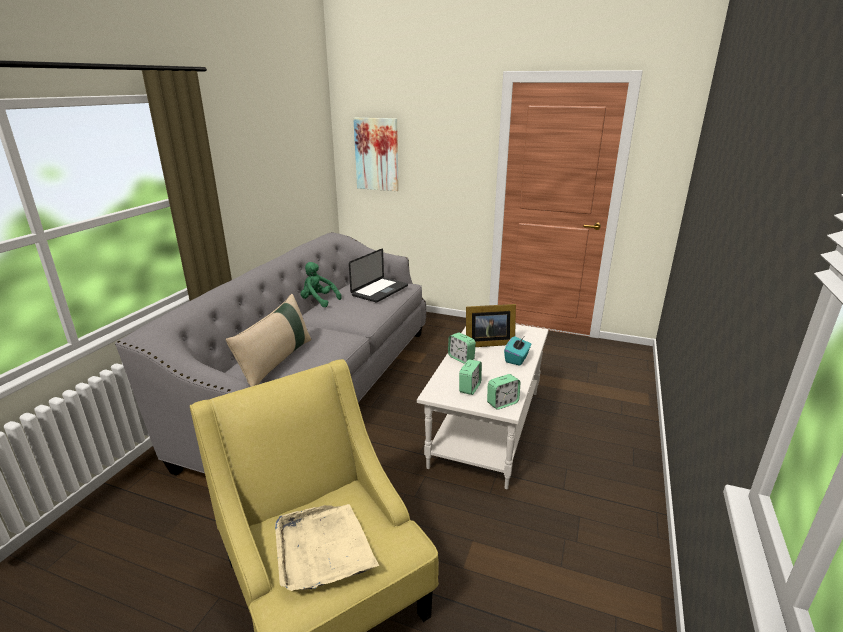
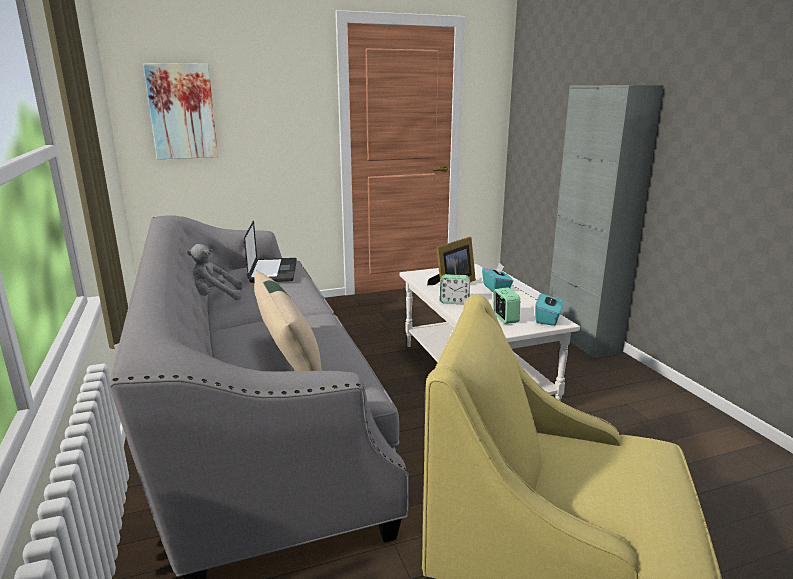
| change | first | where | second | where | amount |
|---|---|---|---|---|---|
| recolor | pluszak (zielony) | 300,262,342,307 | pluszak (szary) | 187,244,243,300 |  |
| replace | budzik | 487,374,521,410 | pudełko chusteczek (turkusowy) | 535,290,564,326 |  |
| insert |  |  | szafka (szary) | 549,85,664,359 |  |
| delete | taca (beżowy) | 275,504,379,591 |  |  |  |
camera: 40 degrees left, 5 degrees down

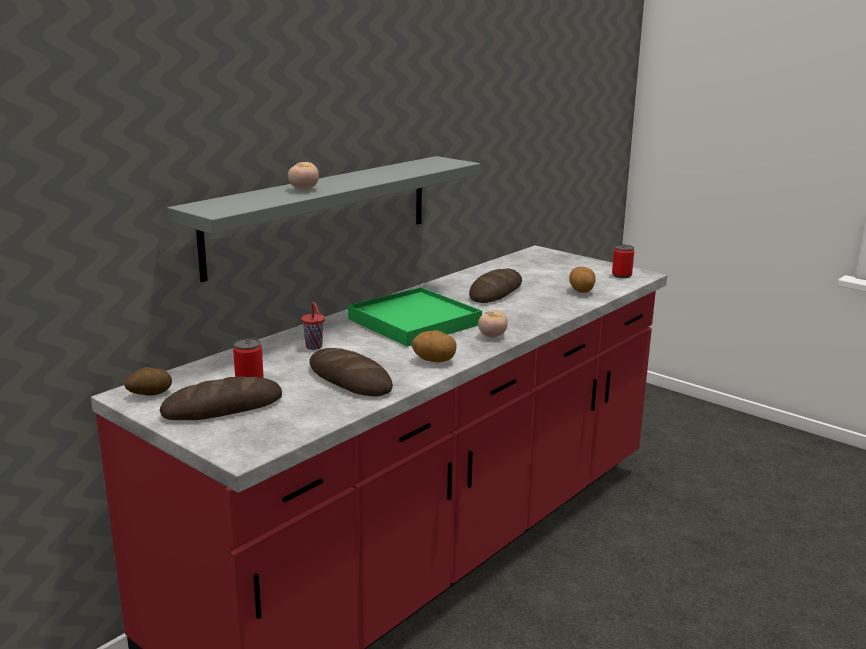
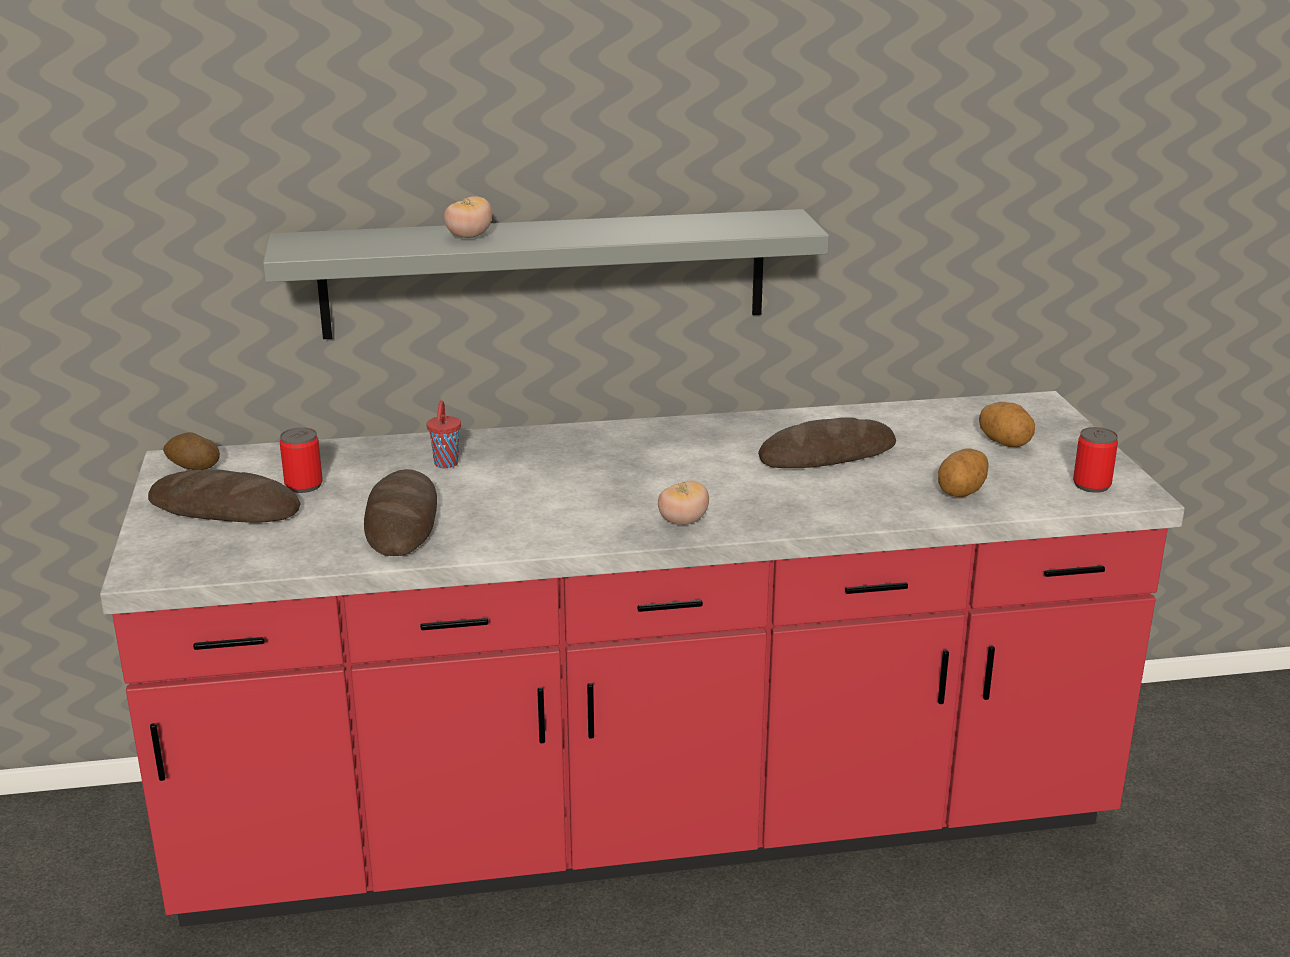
| change | first | where | second | where | amount |
|---|---|---|---|---|---|
| move | ziemniak | 411,330,457,363 |  | 979,402,1035,447 |  |
| delete | taca (zielony) | 348,287,482,347 |  |  |  |
camera: 40 degrees right, 5 degrees up

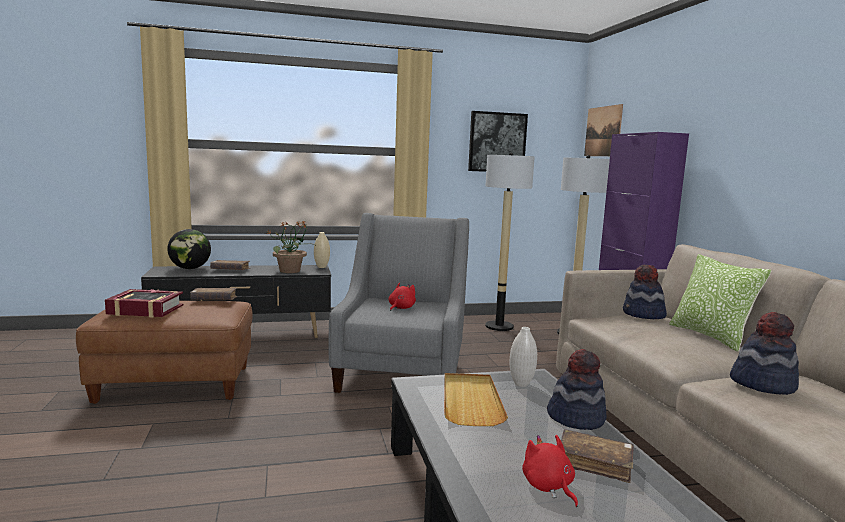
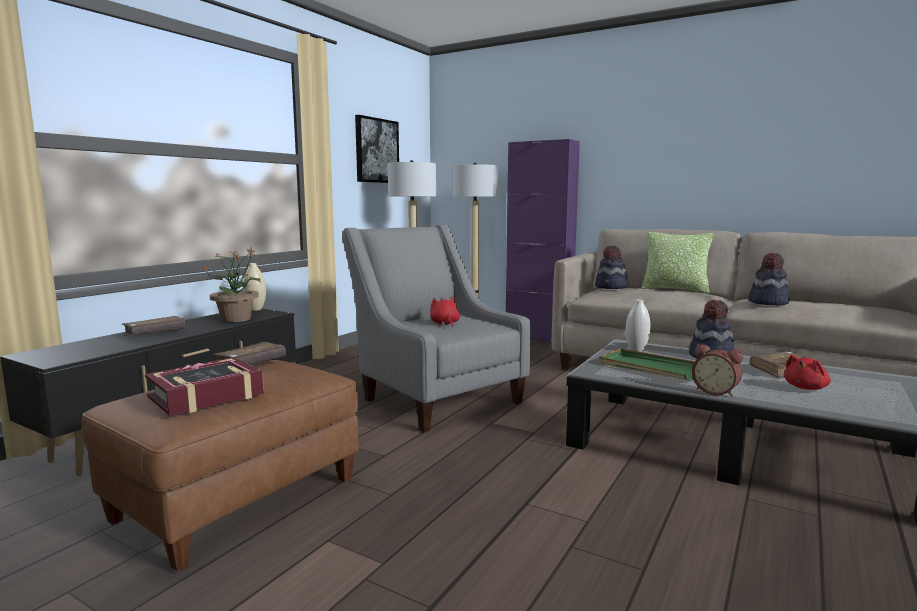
| change | first | where | second | where | amount |
|---|---|---|---|---|---|
| recolor | taca (beżowy) | 444,373,508,426 | taca (zielony) | 599,349,695,381 |  |
| insert |  |  | budzik | 692,344,743,397 |  |
| rotate | pluszak (czerwony) | 522,435,578,507 |  | 784,355,831,390 | 60 degrees counterclockwise |
| delete | globus | 167,229,211,269 |  |  |  |
| delete | obraz | 584,104,623,156 |  |  |  |
camera: 45 degrees left, 0 degrees up

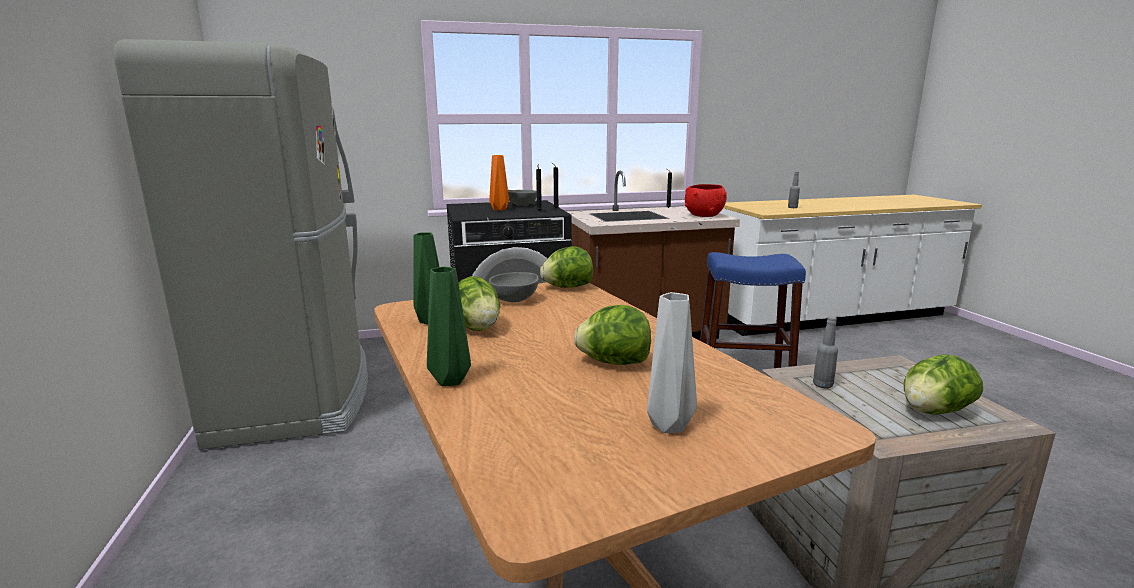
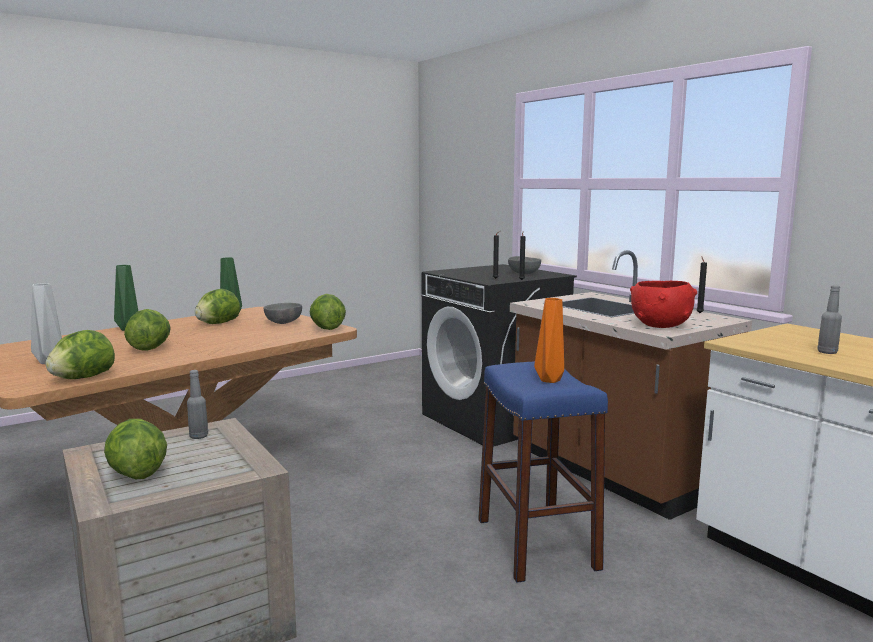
| change | first | where | second | where | amount |
|---|---|---|---|---|---|
| insert |  |  | sałata | 46,330,115,379 |  |
| move | wazon (pomarańczowy) | 489,155,509,211 |  | 534,298,564,383 |  |
| delete | lodówka (szary) | 114,39,368,450 |  |  |  |
camera: 70 degrees right, 5 degrees down

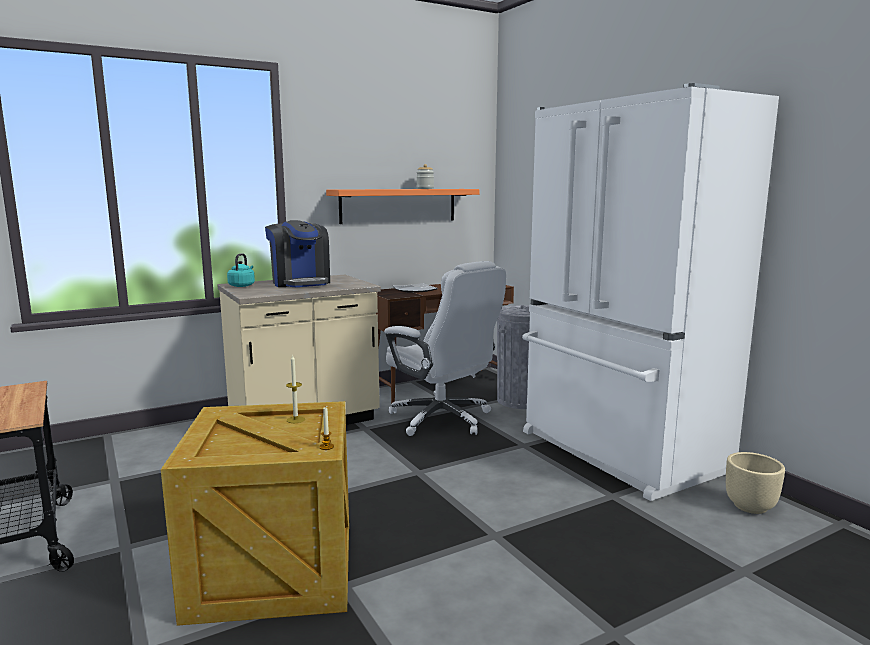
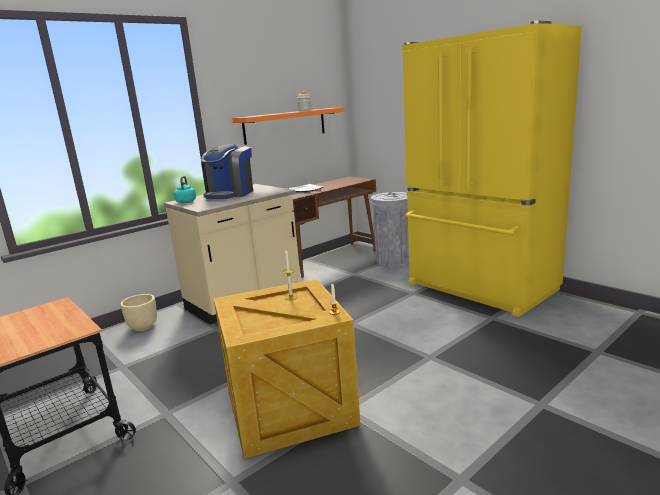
| change | first | where | second | where | amount |
|---|---|---|---|---|---|
| move | donica (beżowy) | 726,452,785,514 |  | 120,294,157,331 |  |
| rotate | ekspres do kawy | 265,220,330,287 |  | 201,144,253,199 | 60 degrees clockwise |
| recolor | lodówka (biały) | 522,83,779,501 | lodówka (żółty) | 402,20,582,317 |  |
| delete | krzesło biurowe (biały) | 384,261,506,436 |  |  |  |
camera: 10 degrees left, 5 degrees up

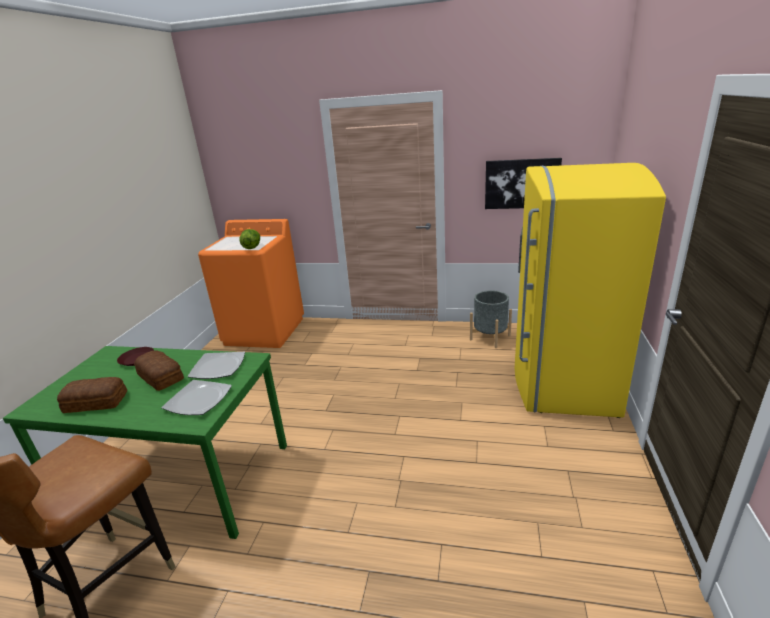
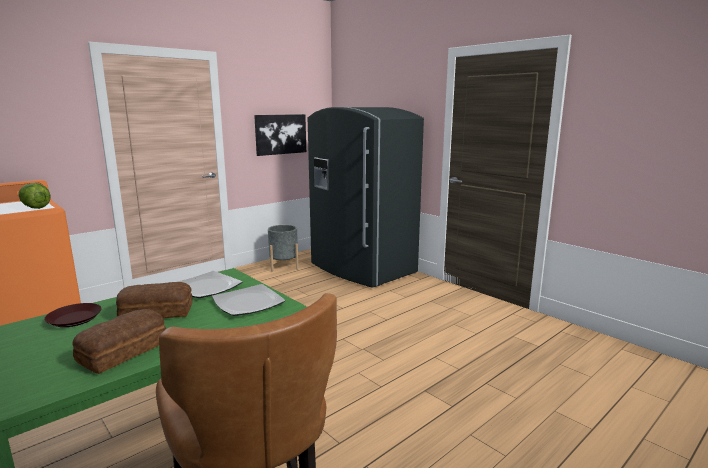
| change | first | where | second | where | amount |
|---|---|---|---|---|---|
| recolor | lodówka (żółty) | 515,163,666,418 | lodówka (szary) | 308,107,424,288 |  |
camera: 55 degrees left, 10 degrees down

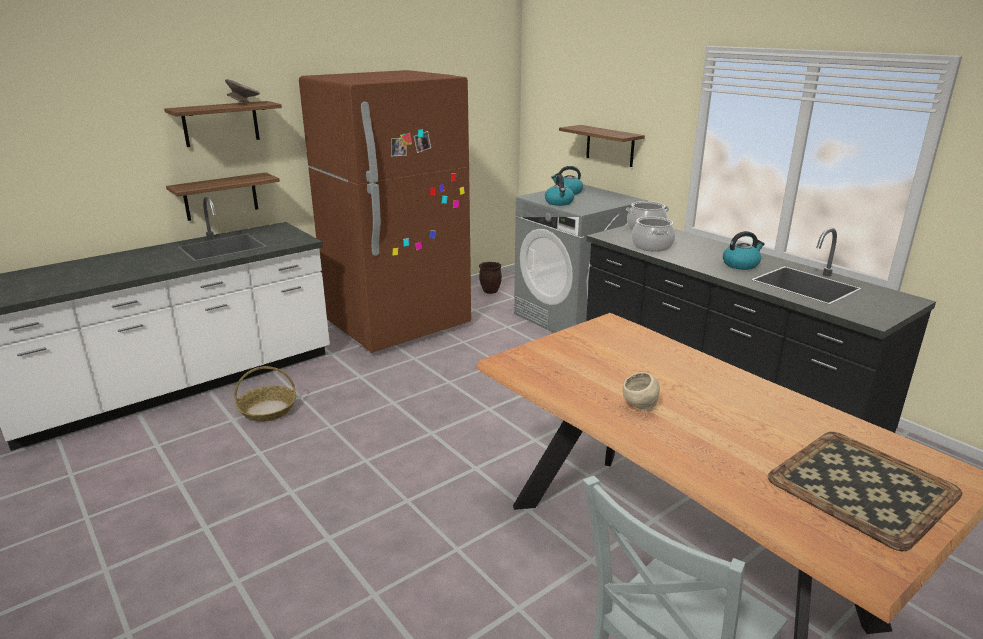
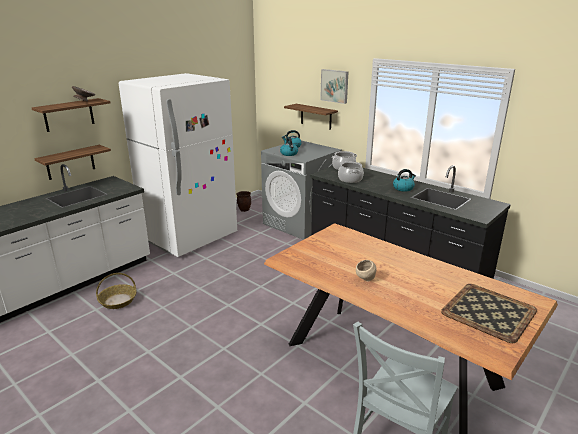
| change | first | where | second | where | amount |
|---|---|---|---|---|---|
| recolor | lodówka (brązowy) | 299,70,471,353 | lodówka (biały) | 119,73,237,257 |  |
| insert |  |  | obraz | 320,69,348,104 |  |
camera: 10 degrees left, 0 degrees up

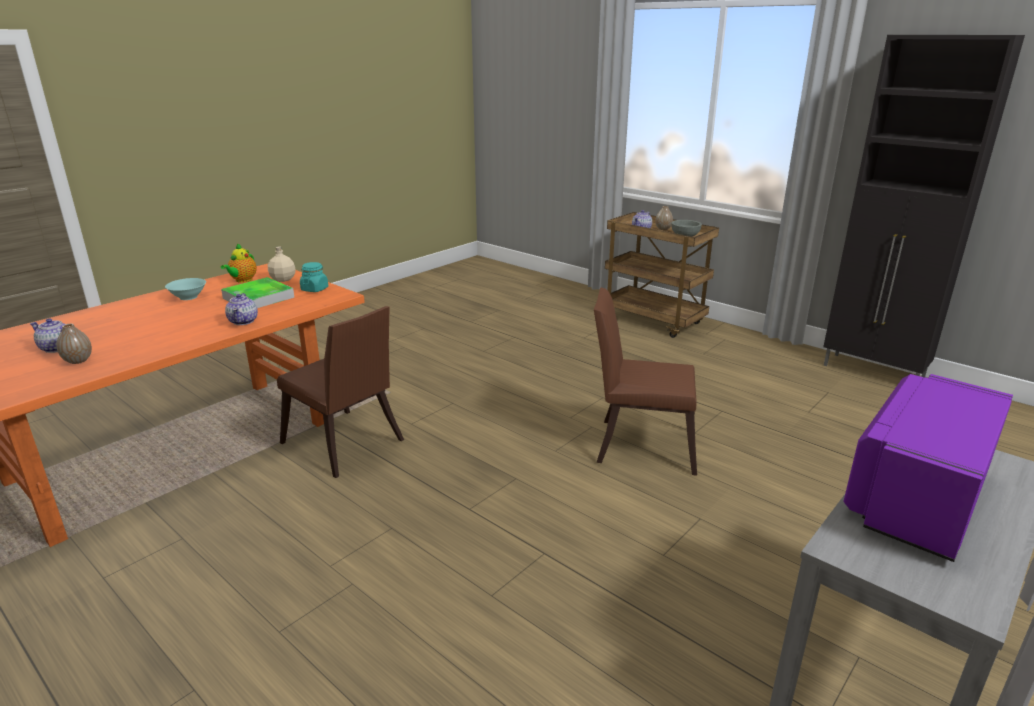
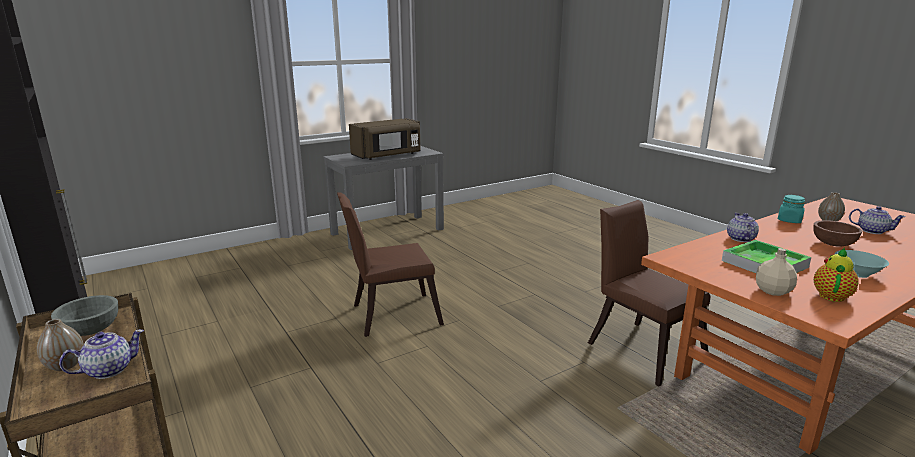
| change | first | where | second | where | amount |
|---|---|---|---|---|---|
| rotate | krzesło (brązowy) | 594,288,697,476 |  | 337,192,444,337 | 135 degrees clockwise |
| recolor | mikrofalówka (fioletowy) | 843,374,1013,562 | mikrofalówka (brązowy) | 349,118,421,160 |  |
| move | słoik (turkusowy) | 300,262,328,292 |  | 778,195,805,223 |  |
| insert |  |  | miska (brązowy) | 813,220,862,247 |  |
camera: 165 degrees left, 5 degrees down

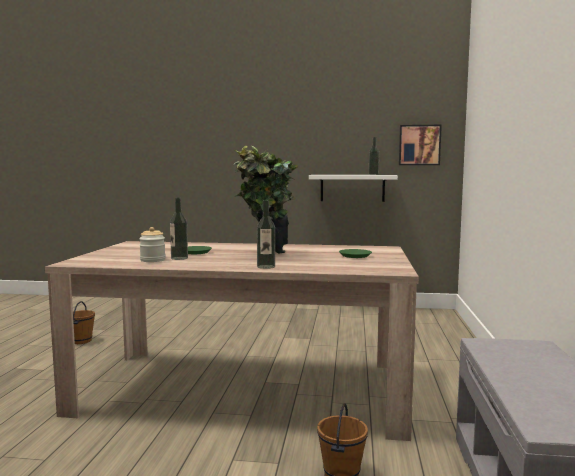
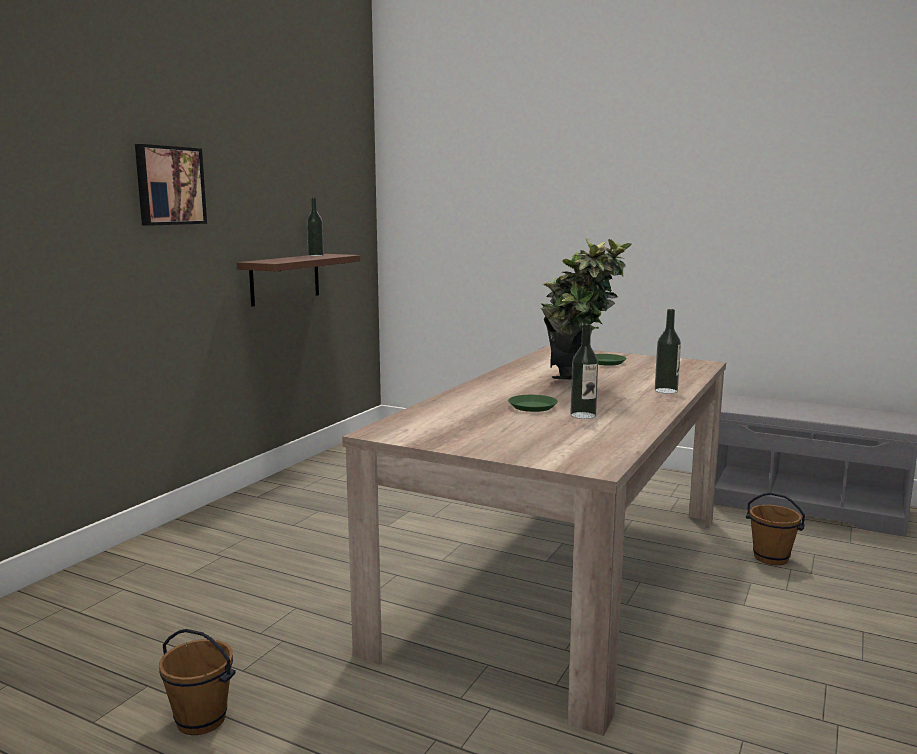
| change | first | where | second | where | amount |
|---|---|---|---|---|---|
| move | obraz | 399,125,442,165 |  | 135,144,207,226 |  |
| recolor | półka (biały) | 309,175,398,202 | półka (brązowy) | 237,254,360,306 |  |
| delete | słoik | 139,227,166,262 |  |  |  |
camera: 70 degrees left, 5 degrees up

